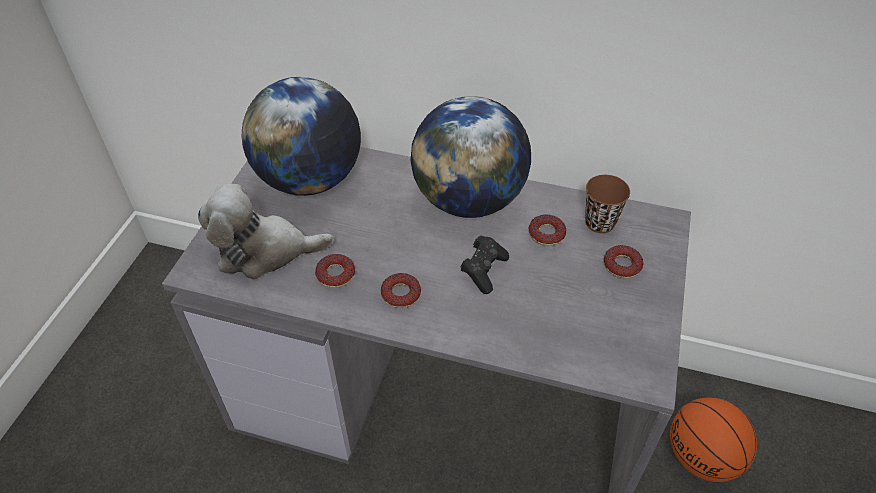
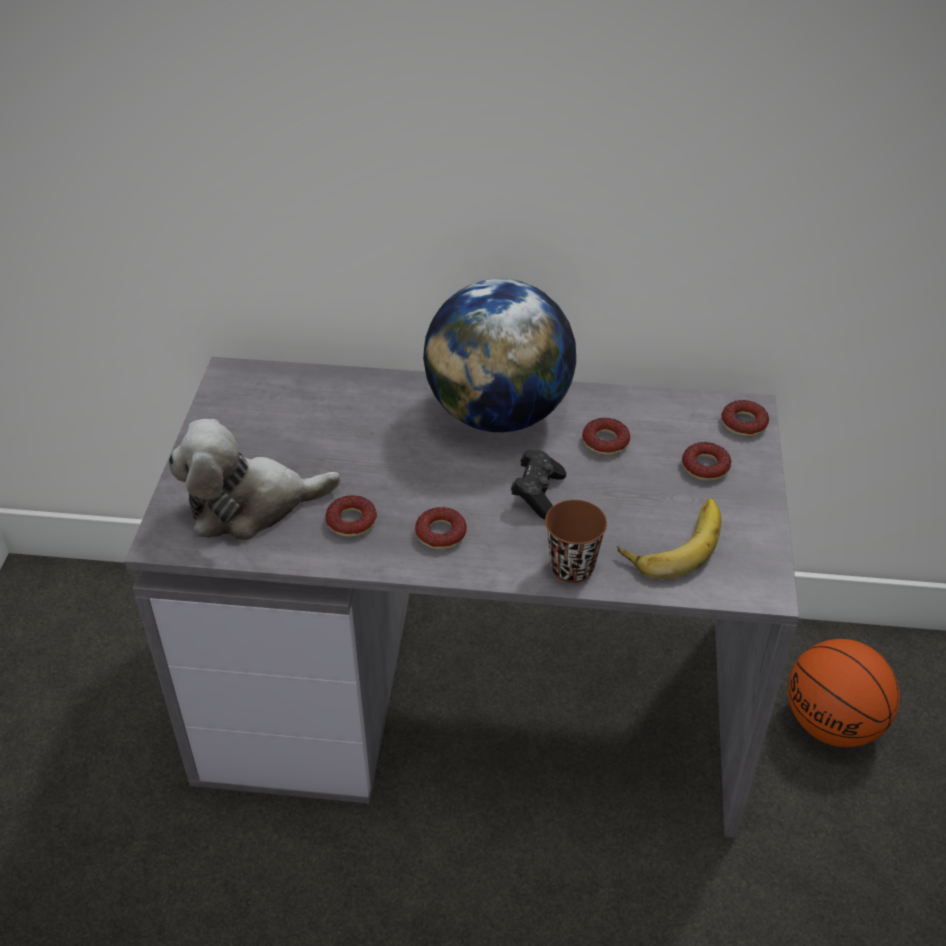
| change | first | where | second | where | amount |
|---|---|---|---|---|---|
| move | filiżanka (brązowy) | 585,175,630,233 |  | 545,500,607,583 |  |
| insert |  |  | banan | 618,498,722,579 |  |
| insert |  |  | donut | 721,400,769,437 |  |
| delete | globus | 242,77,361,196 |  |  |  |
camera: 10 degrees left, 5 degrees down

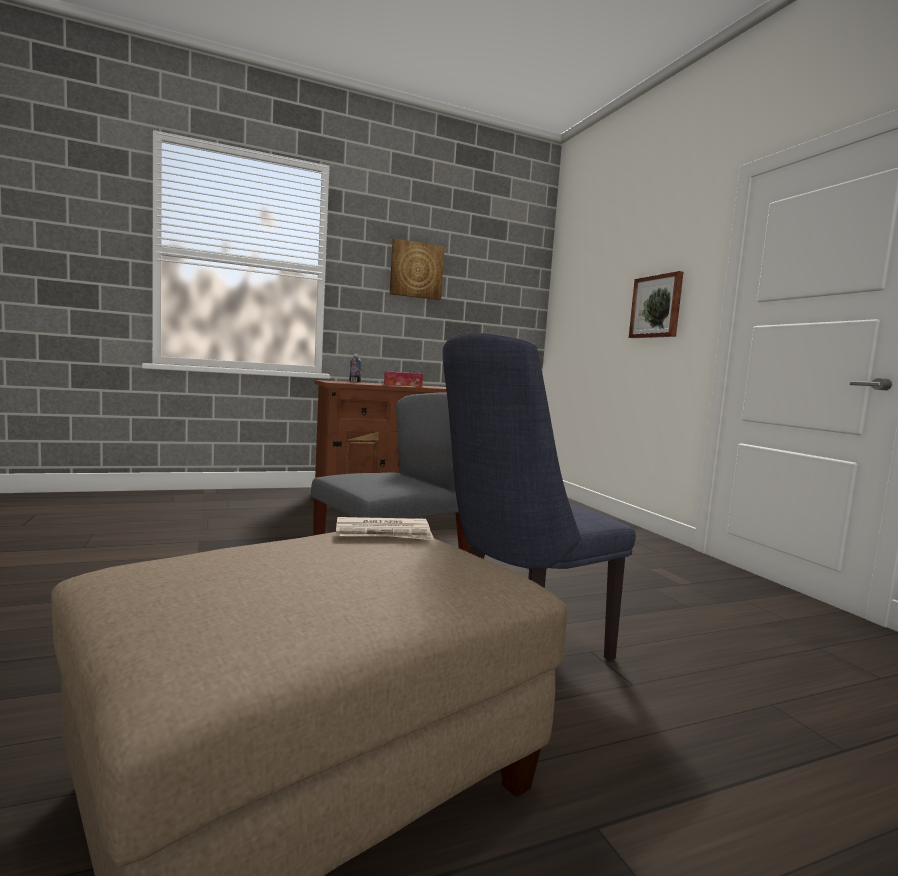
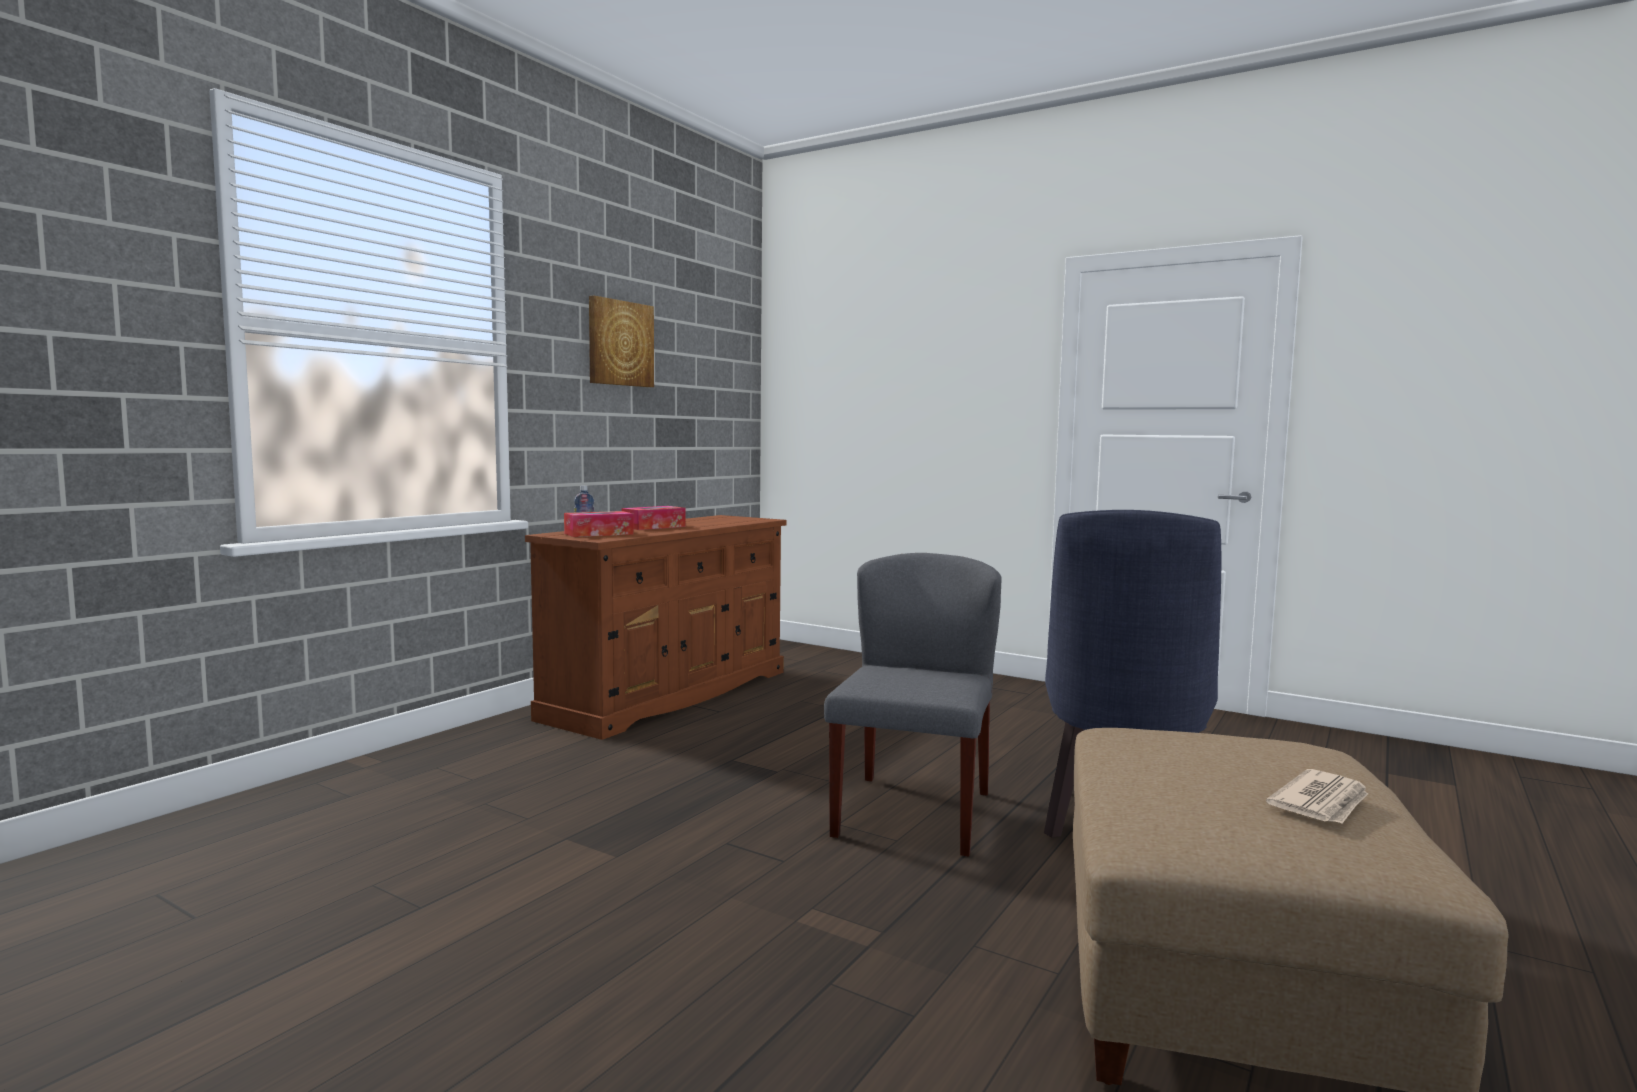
| change | first | where | second | where | amount |
|---|---|---|---|---|---|
| insert |  |  | pudełko chusteczek | 564,511,634,537 |  |
| move | gazeta | 336,517,434,540 |  | 1266,769,1368,824 |  |
| delete | obraz | 629,271,683,338 |  |  |  |
camera: 35 degrees left, 0 degrees up

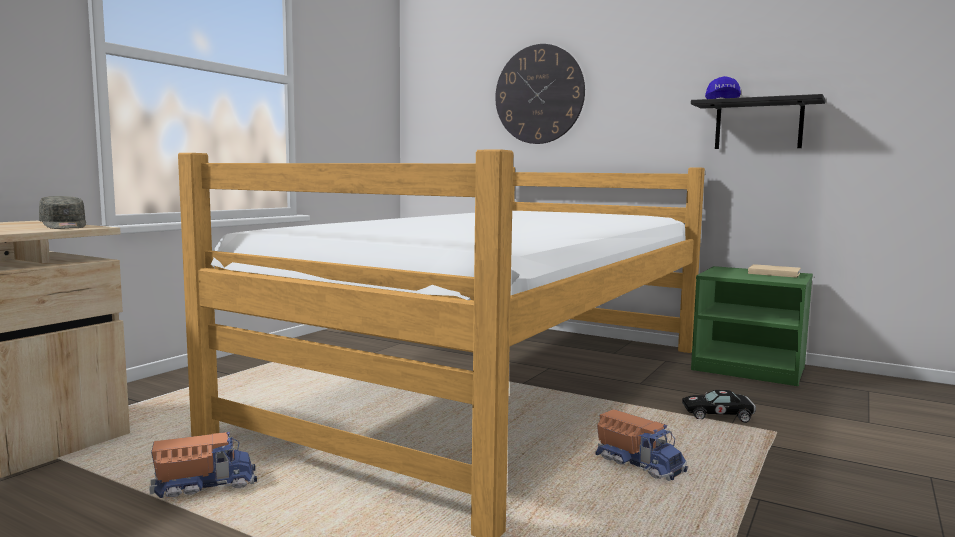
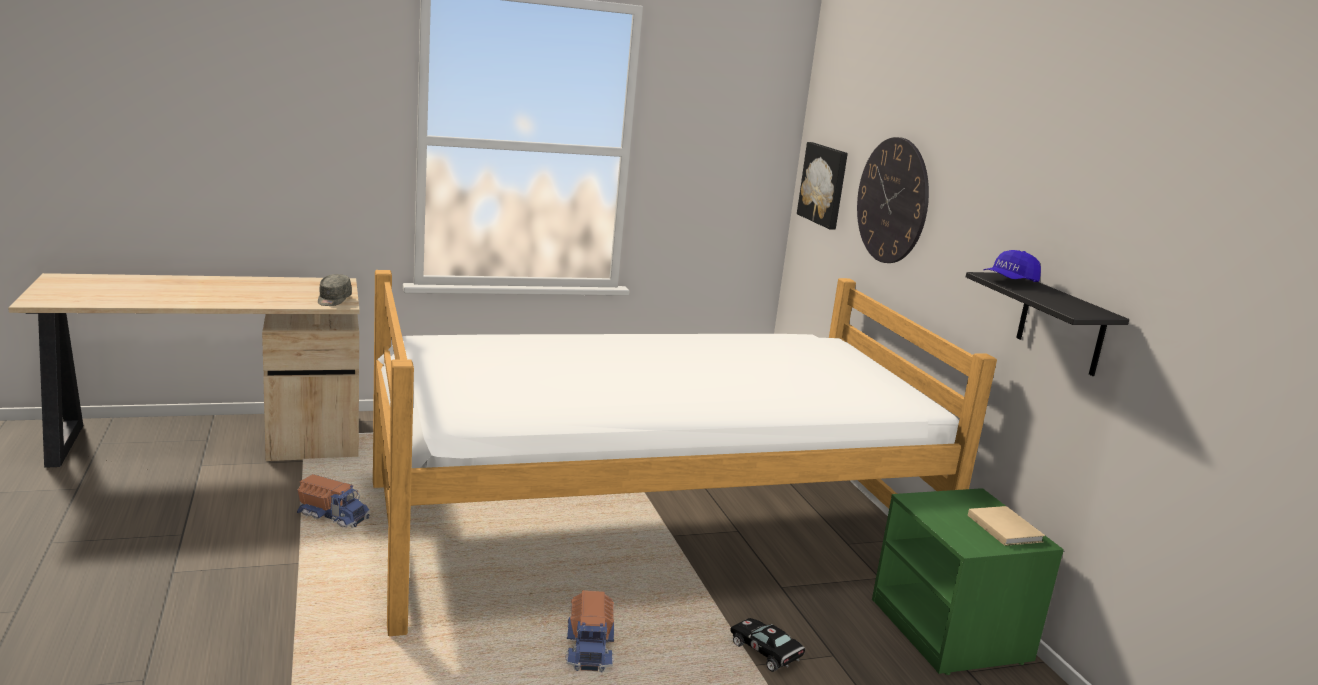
| change | first | where | second | where | amount |
|---|---|---|---|---|---|
| insert |  |  | obraz | 797,142,848,230 |  |
camera: 40 degrees right, 10 degrees up

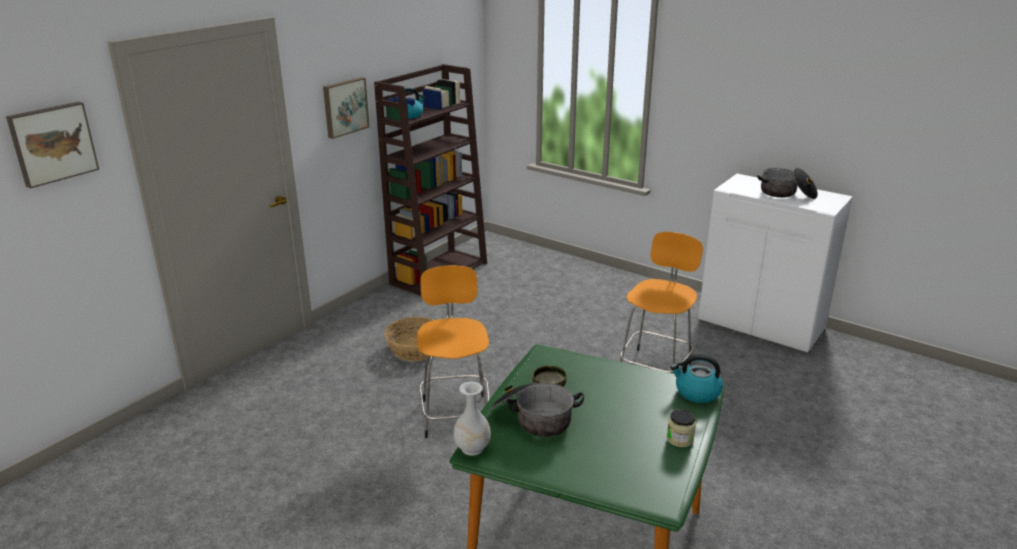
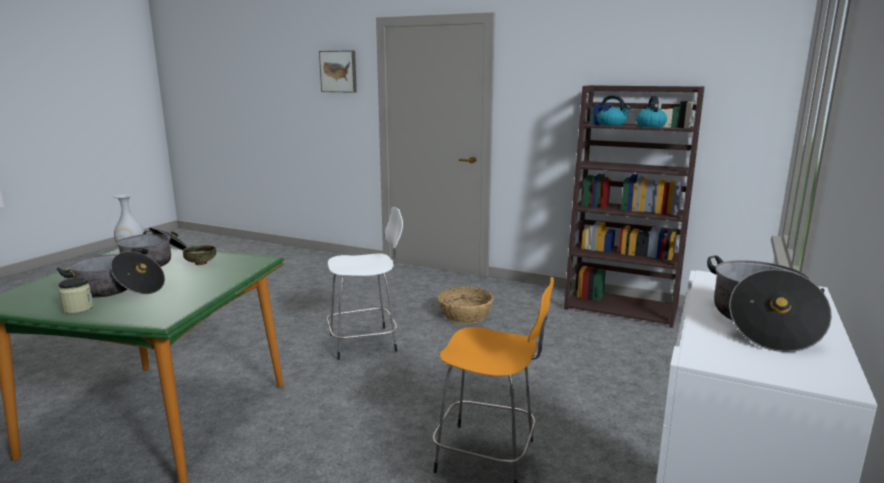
| change | first | where | second | where | amount |
|---|---|---|---|---|---|
| insert |  |  | garnek | 57,251,165,298 |  |
| recolor | stołek (pomarańczowy) | 417,265,489,438 | stołek (biały) | 327,207,403,360 |  |
| move | czajnik | 670,354,723,403 |  | 636,96,667,127 |  |
| delete | obraz | 323,77,369,139 |  |  |  |
camera: 80 degrees right, 10 degrees down

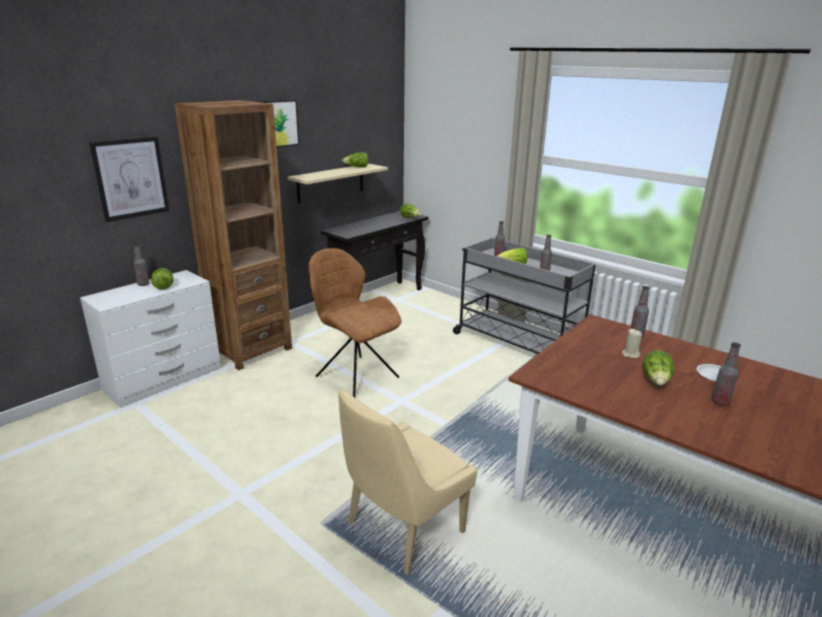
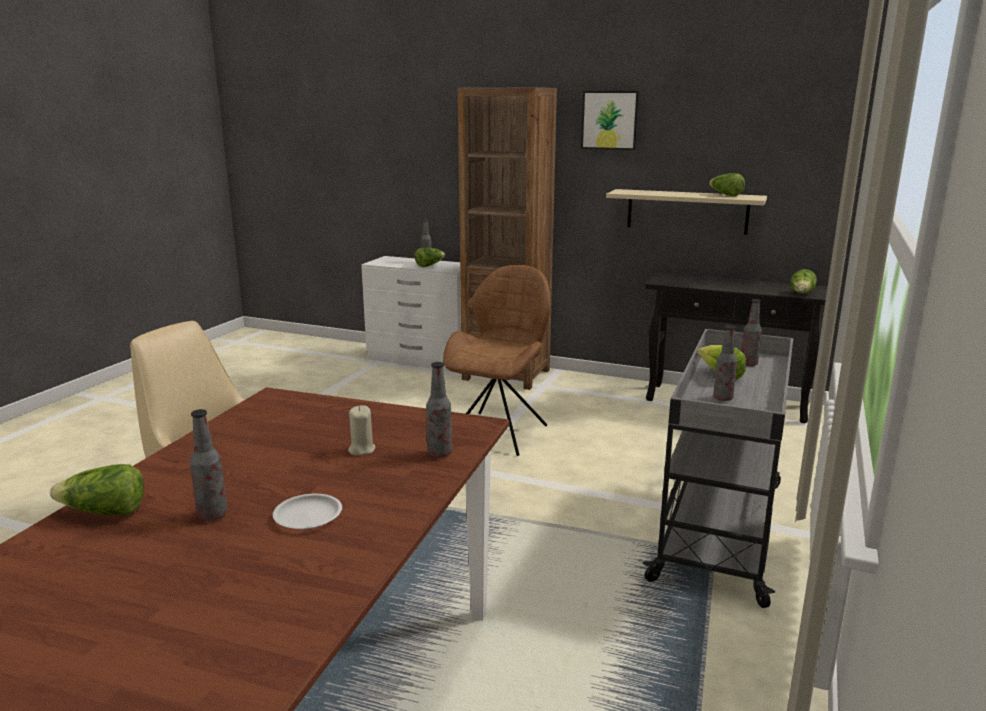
| change | first | where | second | where | amount |
|---|---|---|---|---|---|
| move | sałata | 642,350,675,385 |  | 50,464,144,515 |  |
| delete | obraz | 89,136,169,222 |  |  |  |
camera: 70 degrees right, 5 degrees down

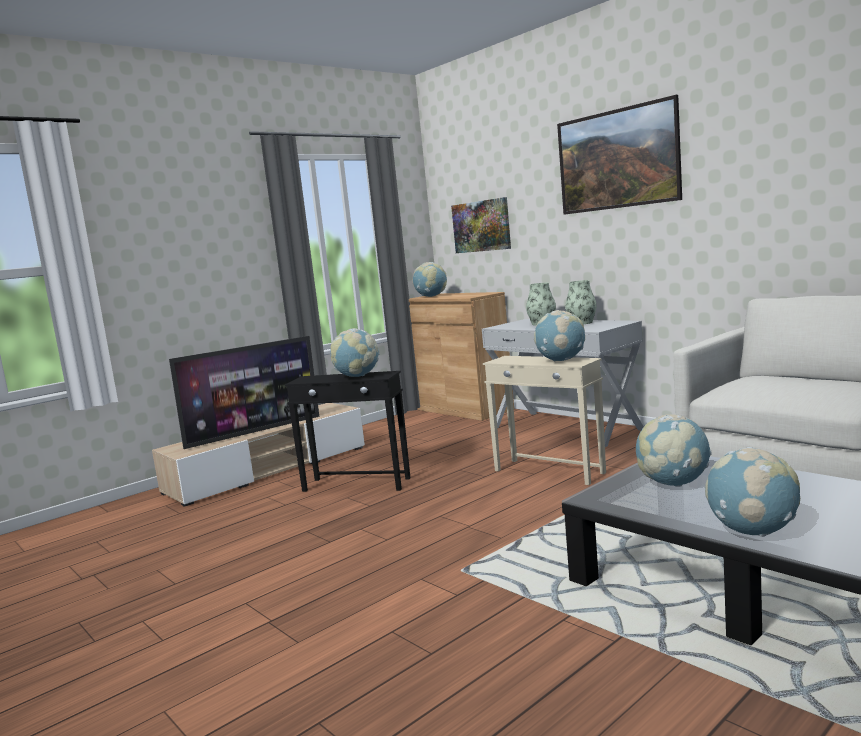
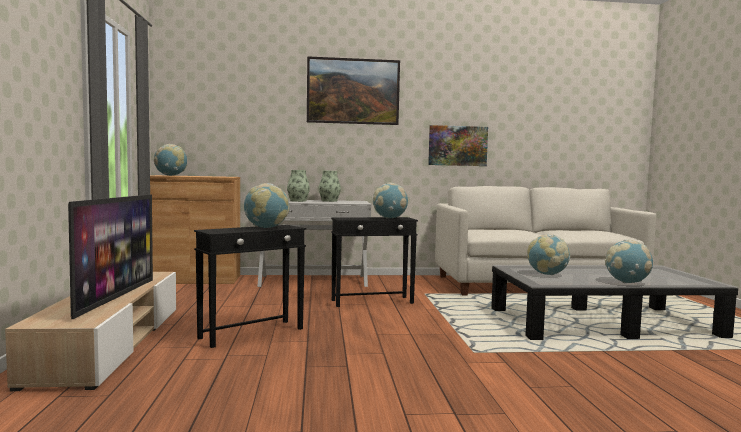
| change | first | where | second | where | amount |
|---|---|---|---|---|---|
| recolor | stolik (beżowy) | 483,356,606,485 | stolik (czarny) | 331,217,418,307 |  |
| move | obraz | 451,197,511,253 |  | 428,125,488,166 |  |
camera: 55 degrees left, 5 degrees down

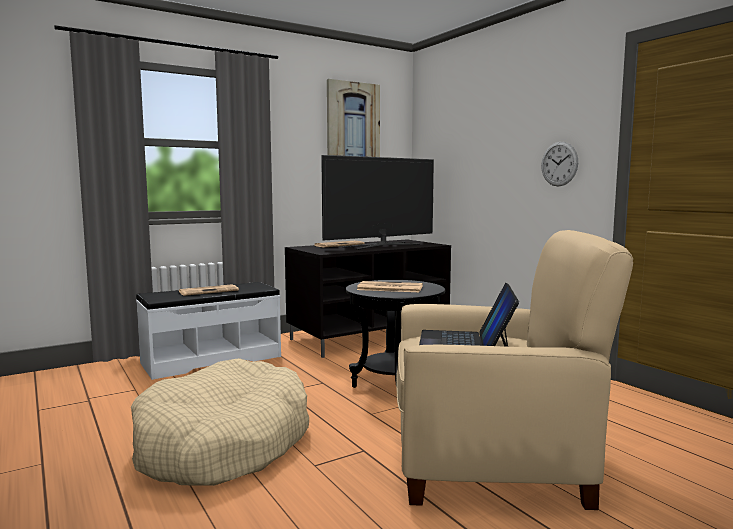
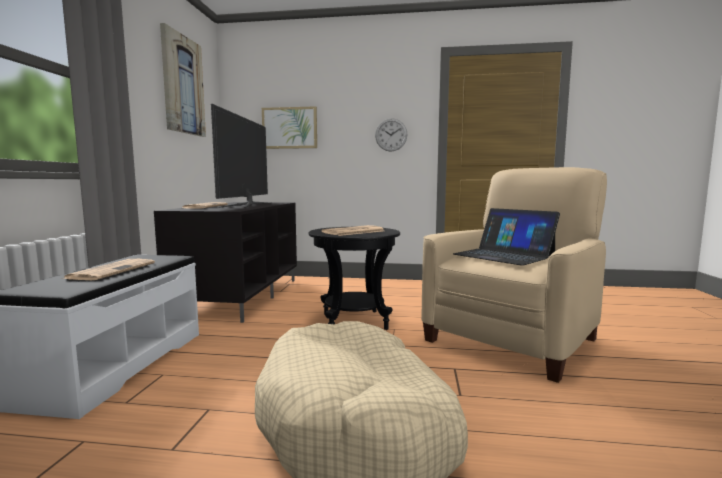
| change | first | where | second | where | amount |
|---|---|---|---|---|---|
| insert |  |  | obraz | 262,106,317,149 |  |
camera: 50 degrees left, 0 degrees up

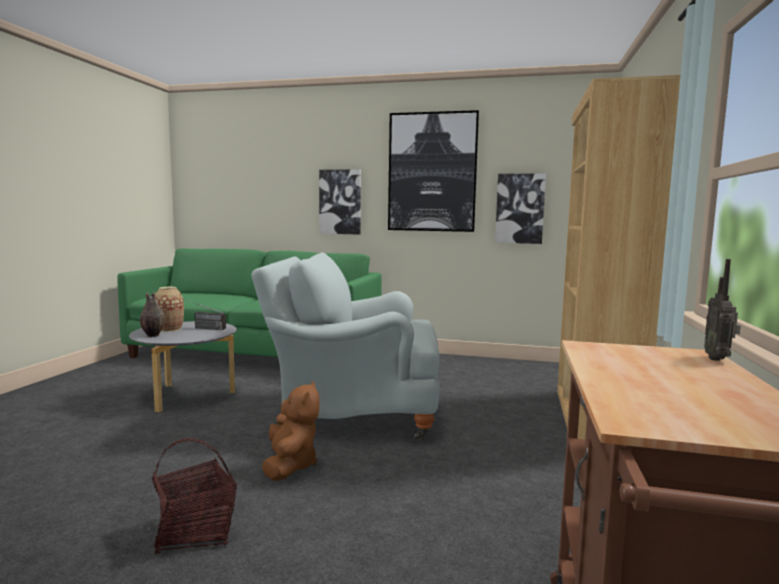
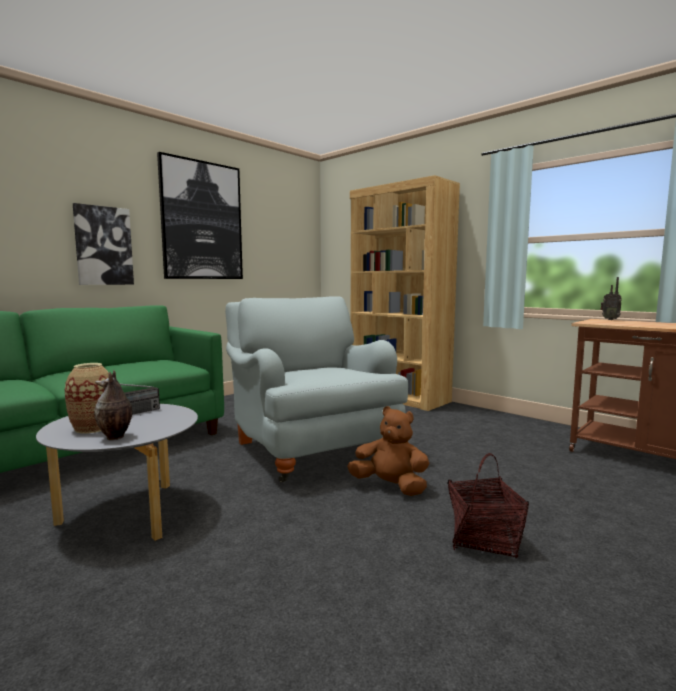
| change | first | where | second | where | amount |
|---|---|---|---|---|---|
| rotate | fotel (szary) | 251,252,440,441 |  | 225,296,408,483 | 120 degrees clockwise |
| delete | obraz | 495,173,546,244 |  |  |  |
camera: 60 degrees left, 0 degrees up

